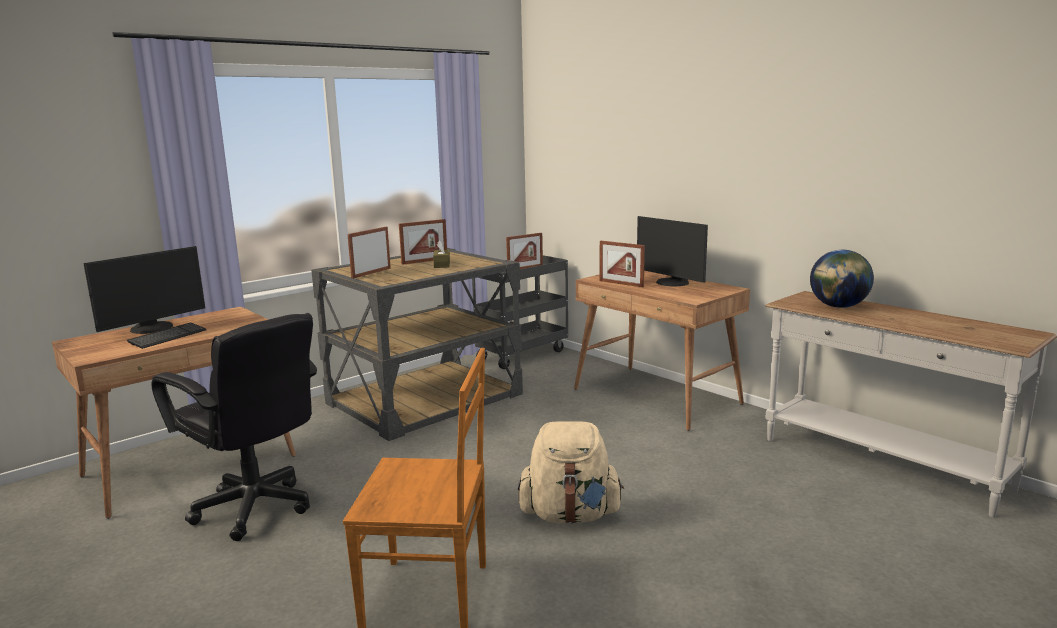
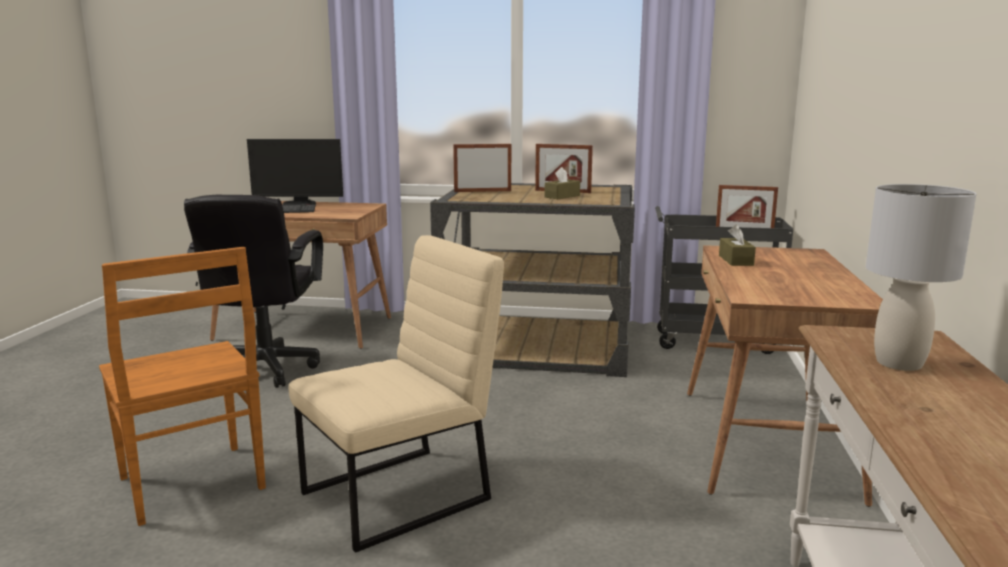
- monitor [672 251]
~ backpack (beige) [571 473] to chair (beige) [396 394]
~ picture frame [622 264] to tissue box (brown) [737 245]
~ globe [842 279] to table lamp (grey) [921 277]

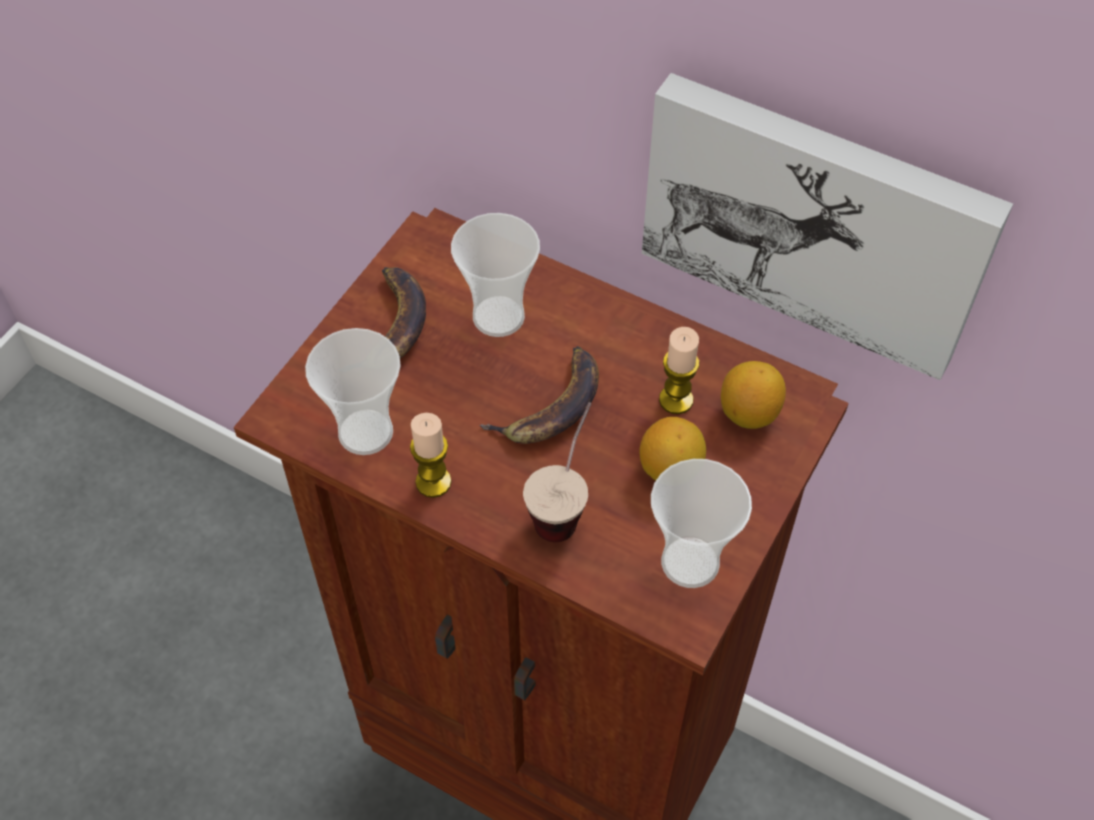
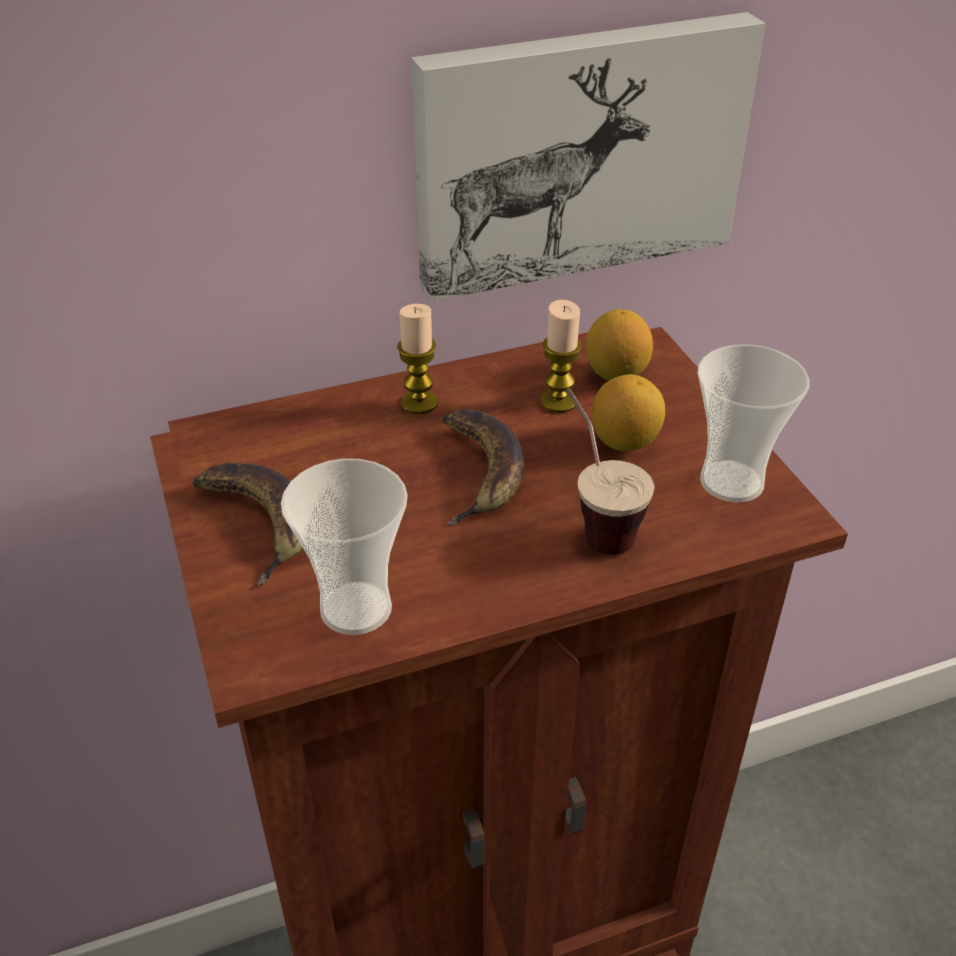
- cup [495 275]
~ candle [431 455] to [417 359]

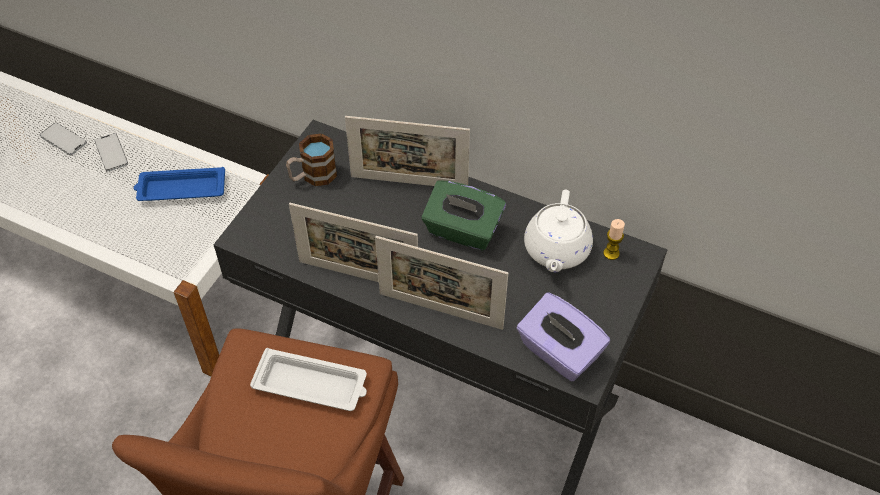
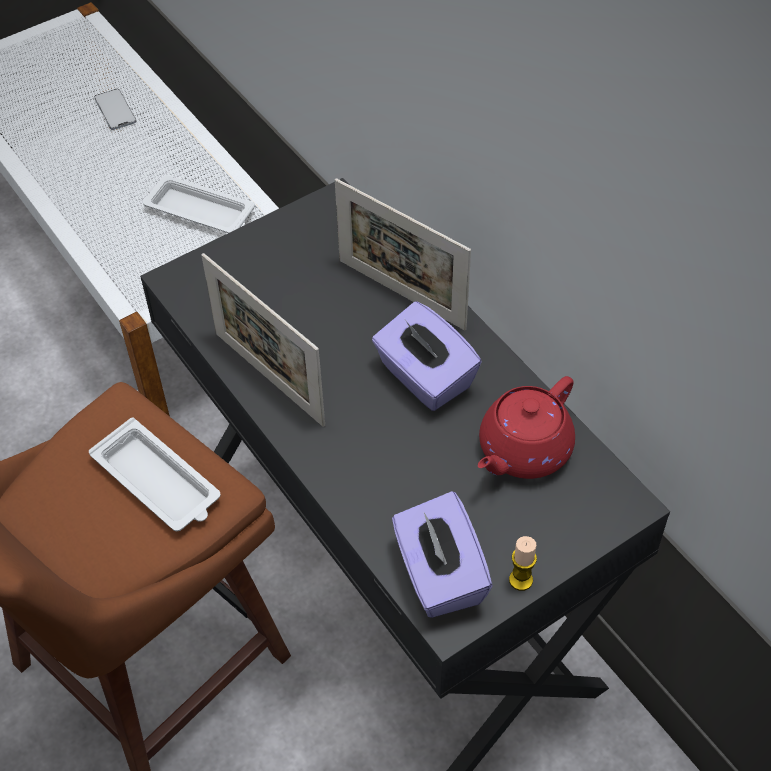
- phone [111 152]
- mug [311 160]
- picture frame [441 283]
~ candle [614 239] to [523 563]
~ tray (blue) [179 184] to tray (white) [199 204]
~ tissue box (green) [464 215] to tissue box (purple) [427 356]
~ teapot (white) [558 231] to teapot (red) [526 427]

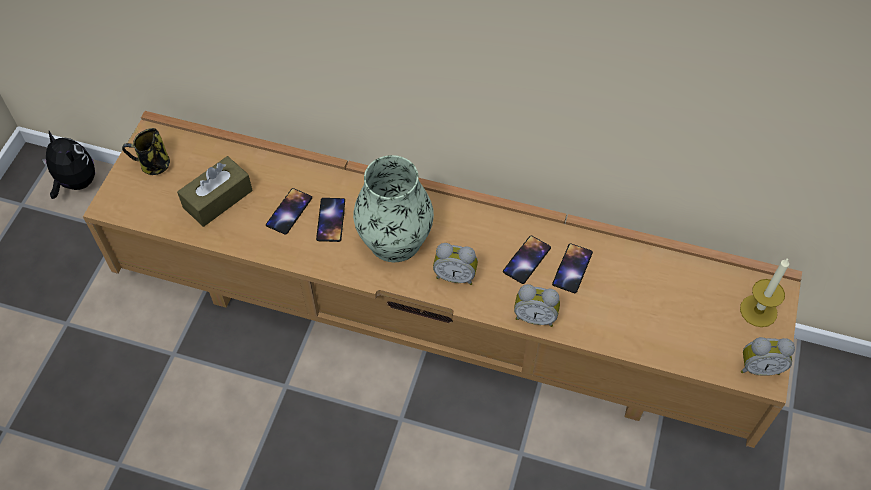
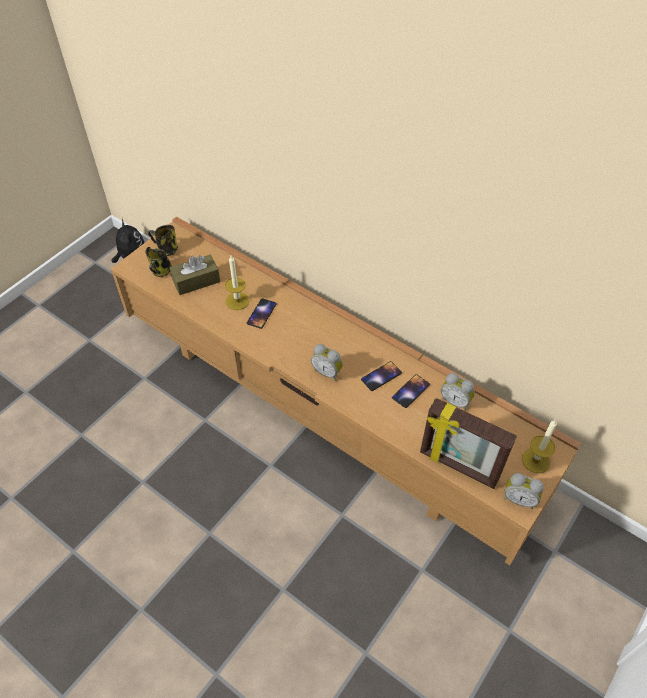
- vase [393 208]
+ mug [158 262]
+ picture frame [468 443]
~ alarm clock [537 305] to [458 392]
~ phone [289 211] to candle [237 283]

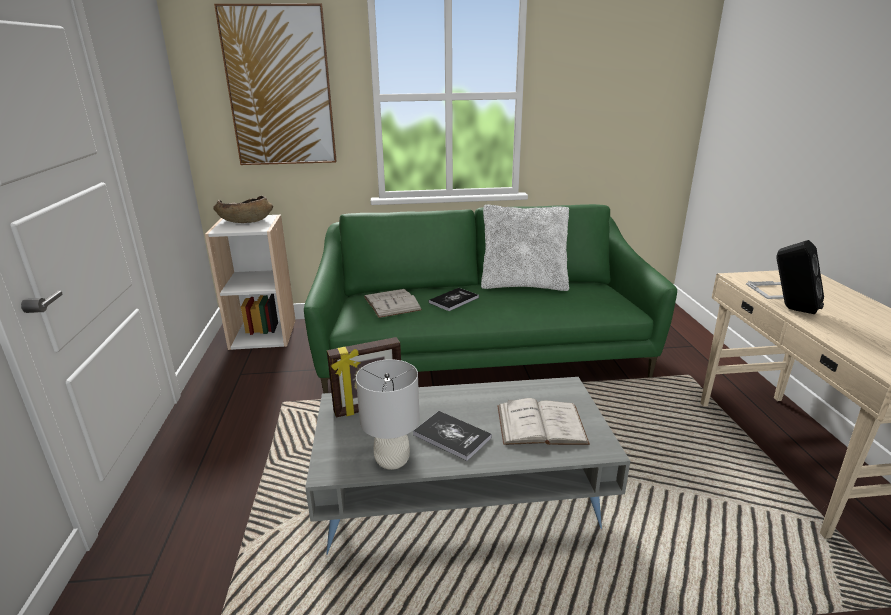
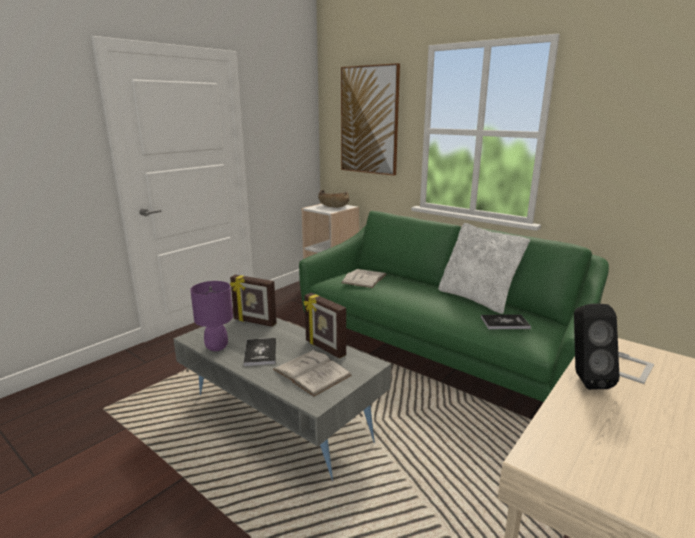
+ picture frame [324 325]
~ book [454 299] to [506 321]
~ table lamp (grey) [388 414] to table lamp (purple) [211 316]

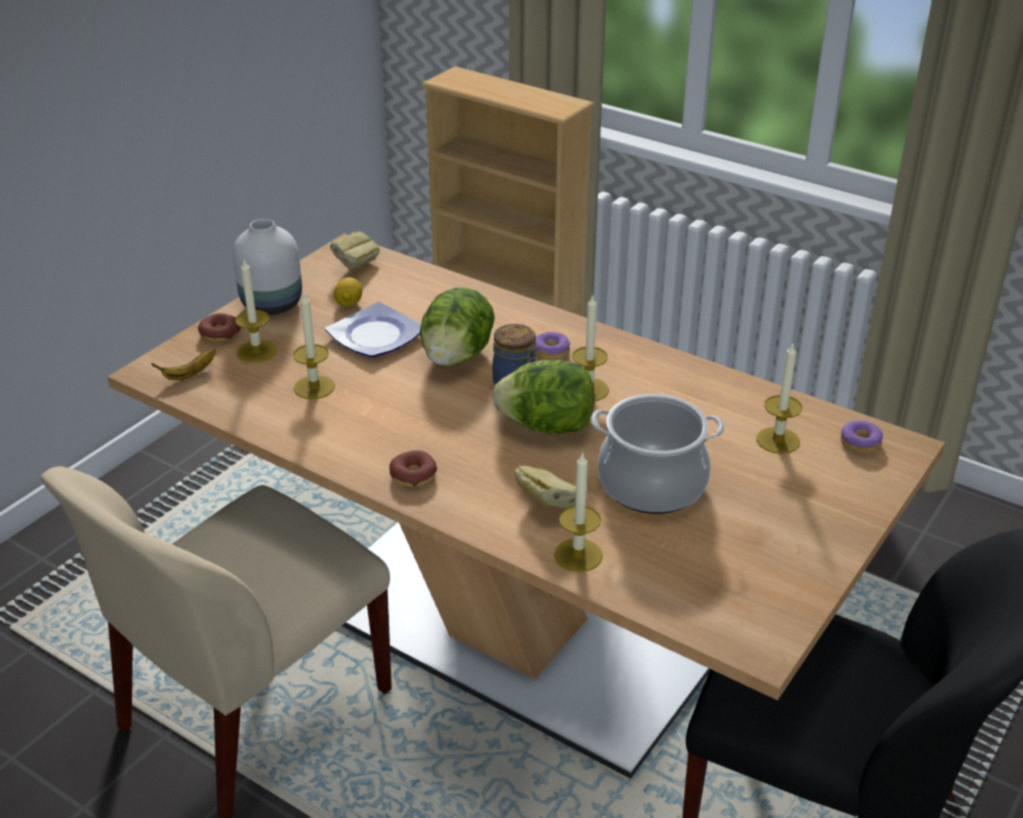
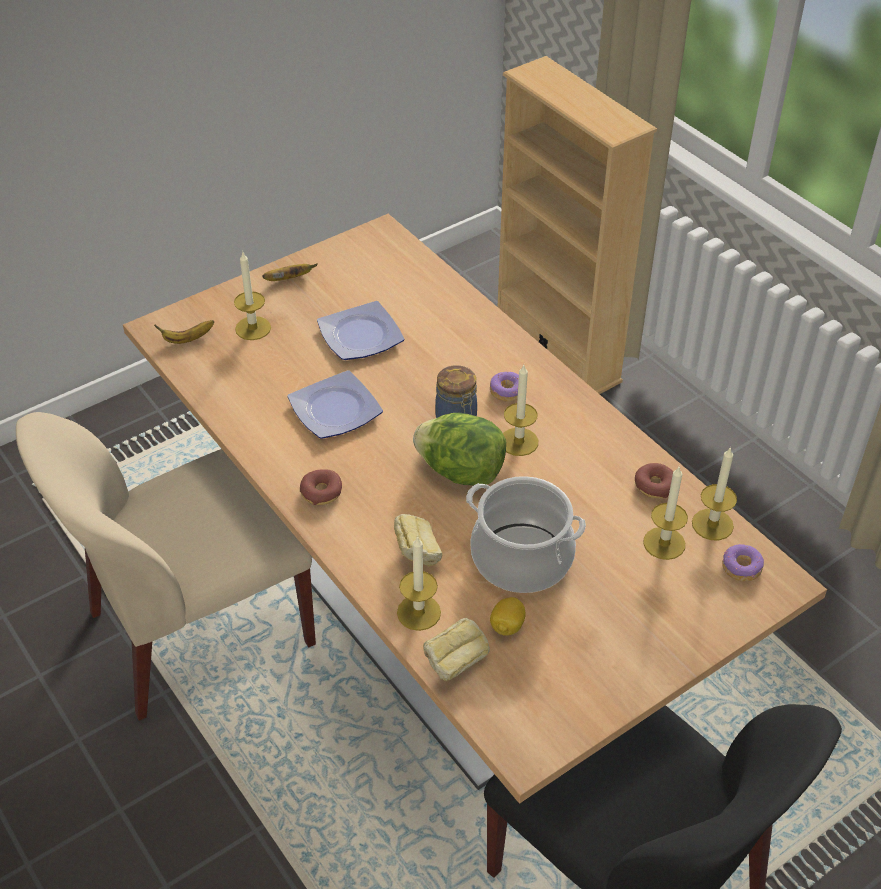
- lettuce [457 326]
+ plate [335 404]
~ donut [219 327] to [654 480]
~ candle [314 346] to [714 493]
~ bread [355 250] to [456 649]
~ lemon [348 292] to [508 616]
~ vase (white) [267 267] to banana [290 272]

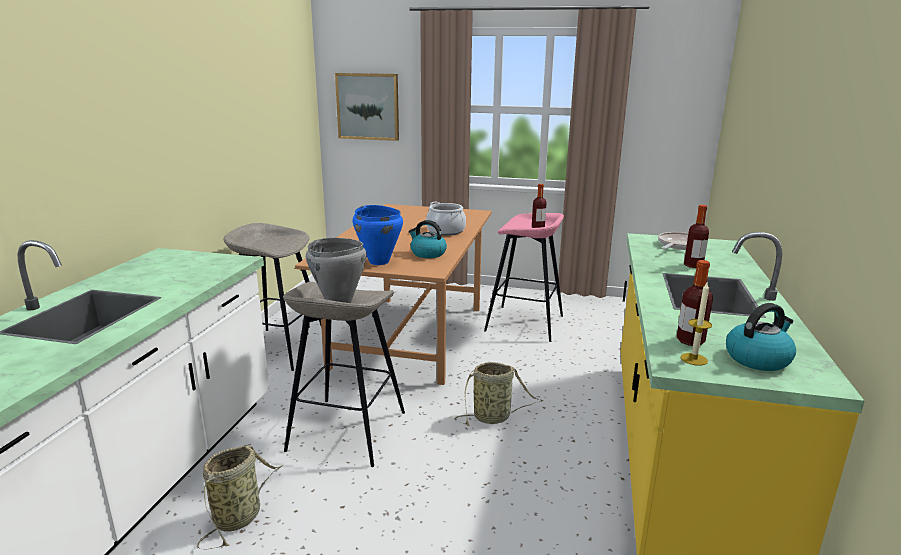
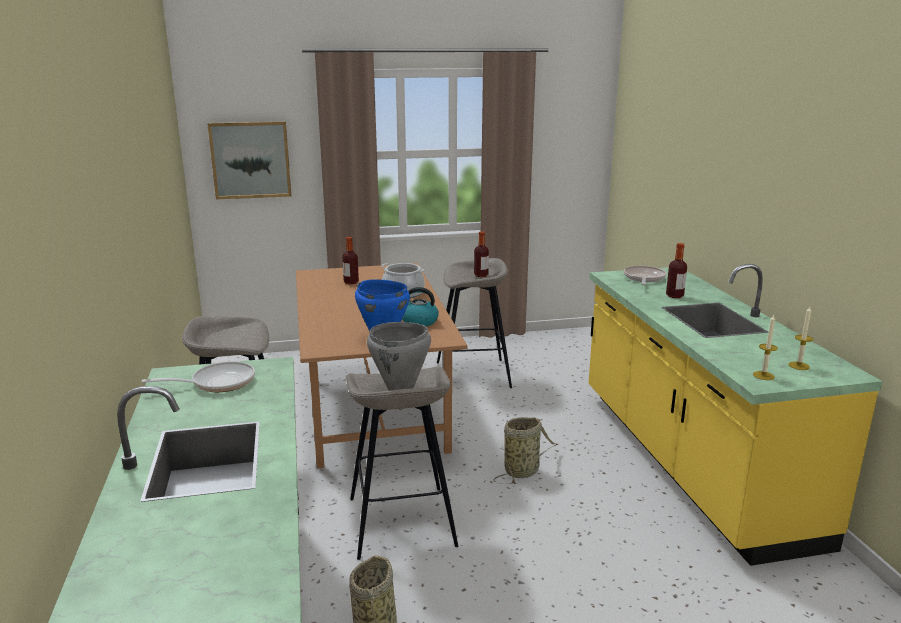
+ frying pan [198 376]
~ bottle [695 303] to [350 260]
~ kettle [761 337] to candle [800 338]
~ stool (pink) [524 277] to stool (grey) [474 323]

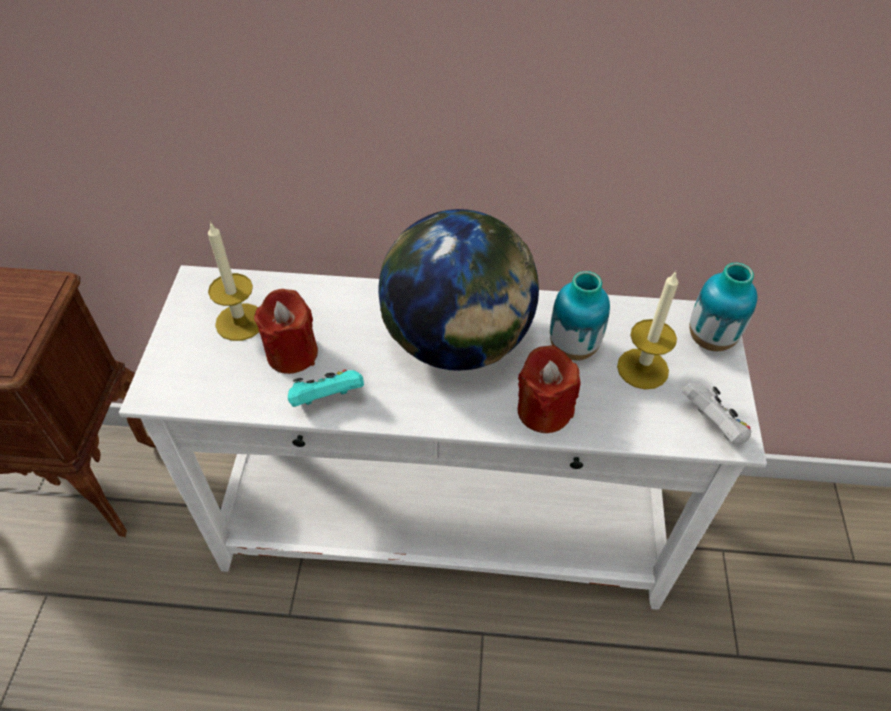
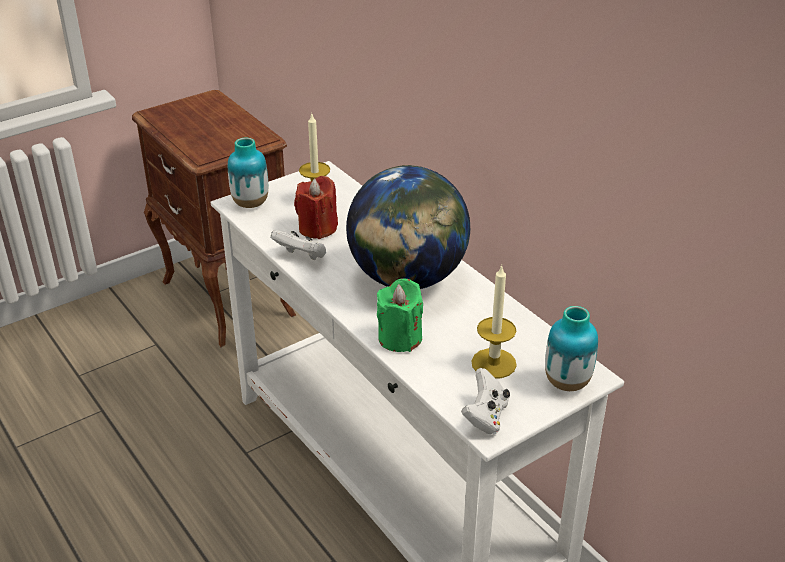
~ vase [580 315] to [248 173]
~ game controller (turquoise) [326 388] to game controller (white) [298 245]
~ candle (red) [549 389] to candle (green) [400 315]

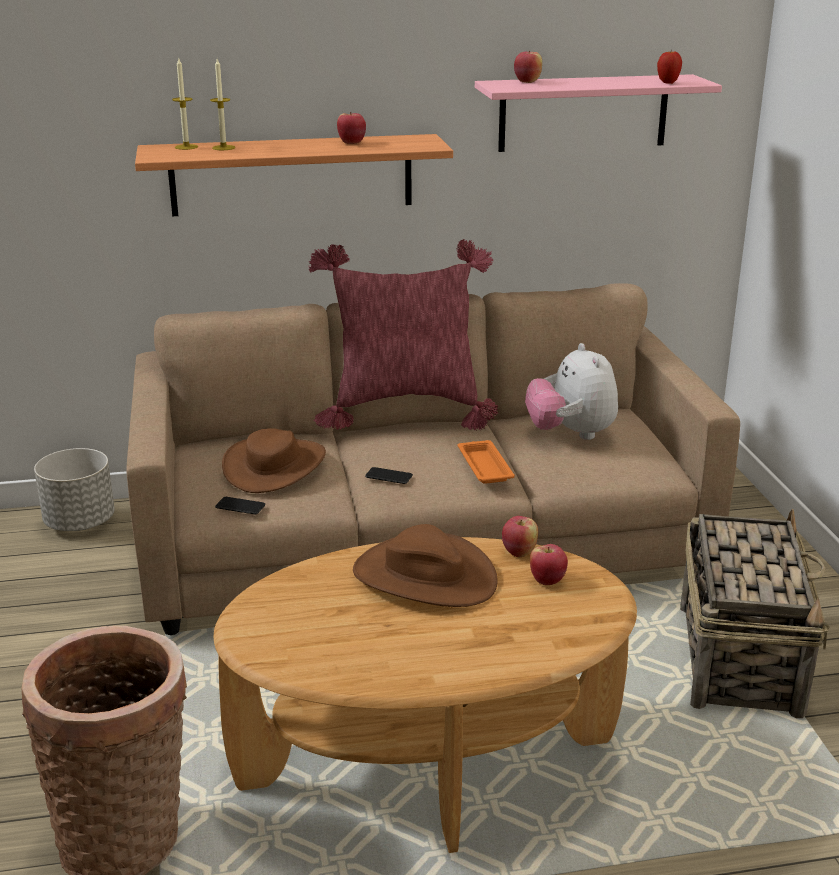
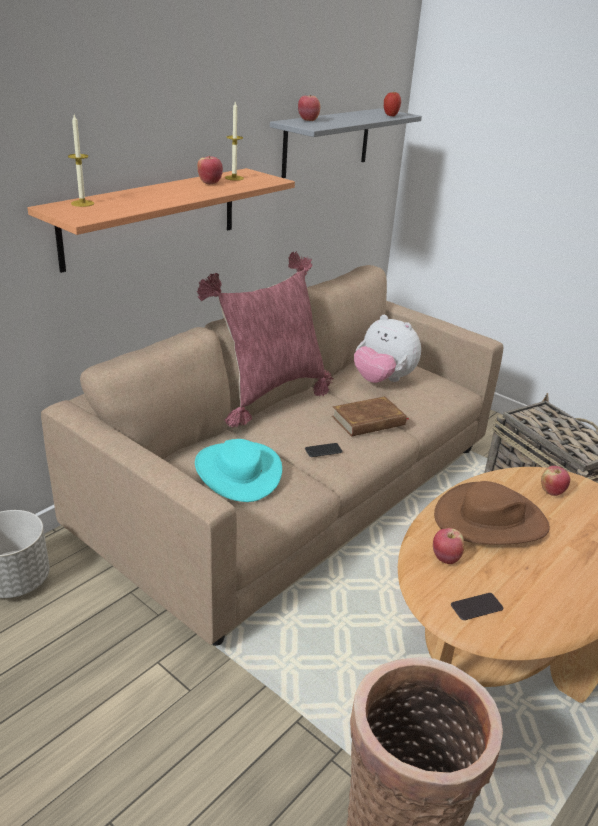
~ candle [222 104] to [234 141]
~ phone [240 505] to [477 606]
~ apple [520 536] to [448 546]
~ tray (orange) [486 462] to book (brown) [370 416]
~ hat (brown) [274 460] to hat (turquoise) [238 470]
~ shelf (pink) [598 113] to shelf (grey) [346 143]

